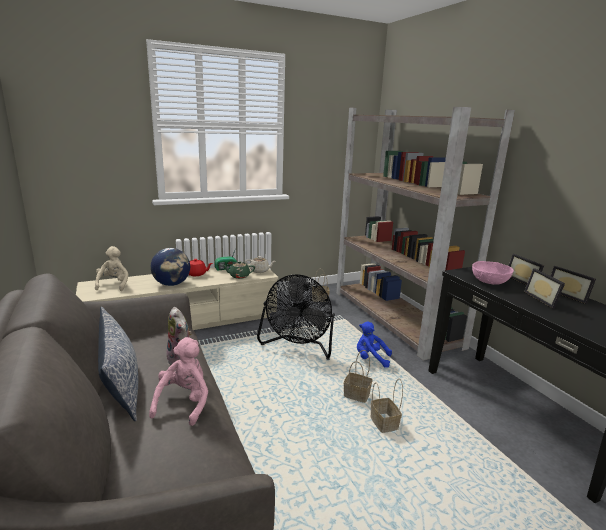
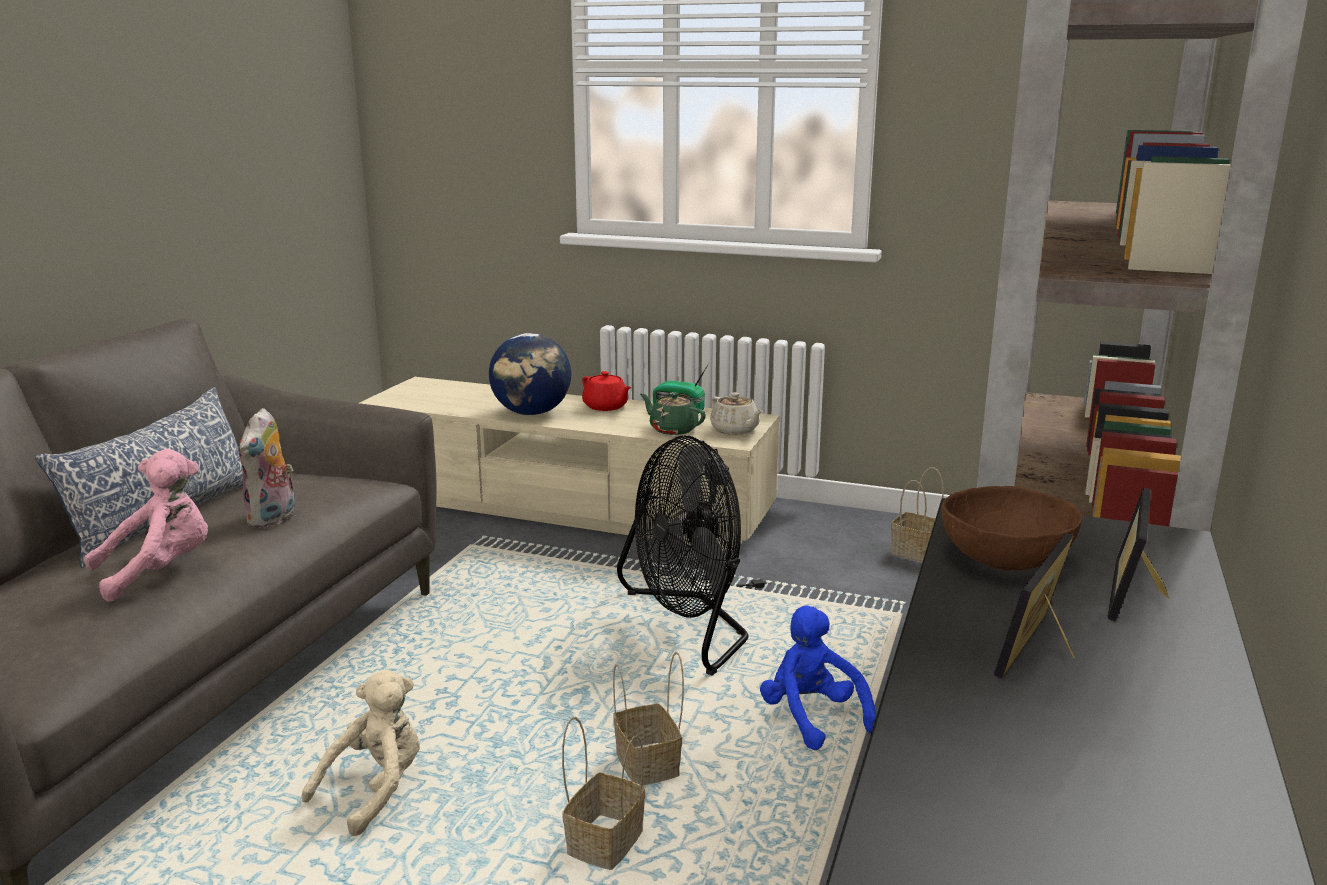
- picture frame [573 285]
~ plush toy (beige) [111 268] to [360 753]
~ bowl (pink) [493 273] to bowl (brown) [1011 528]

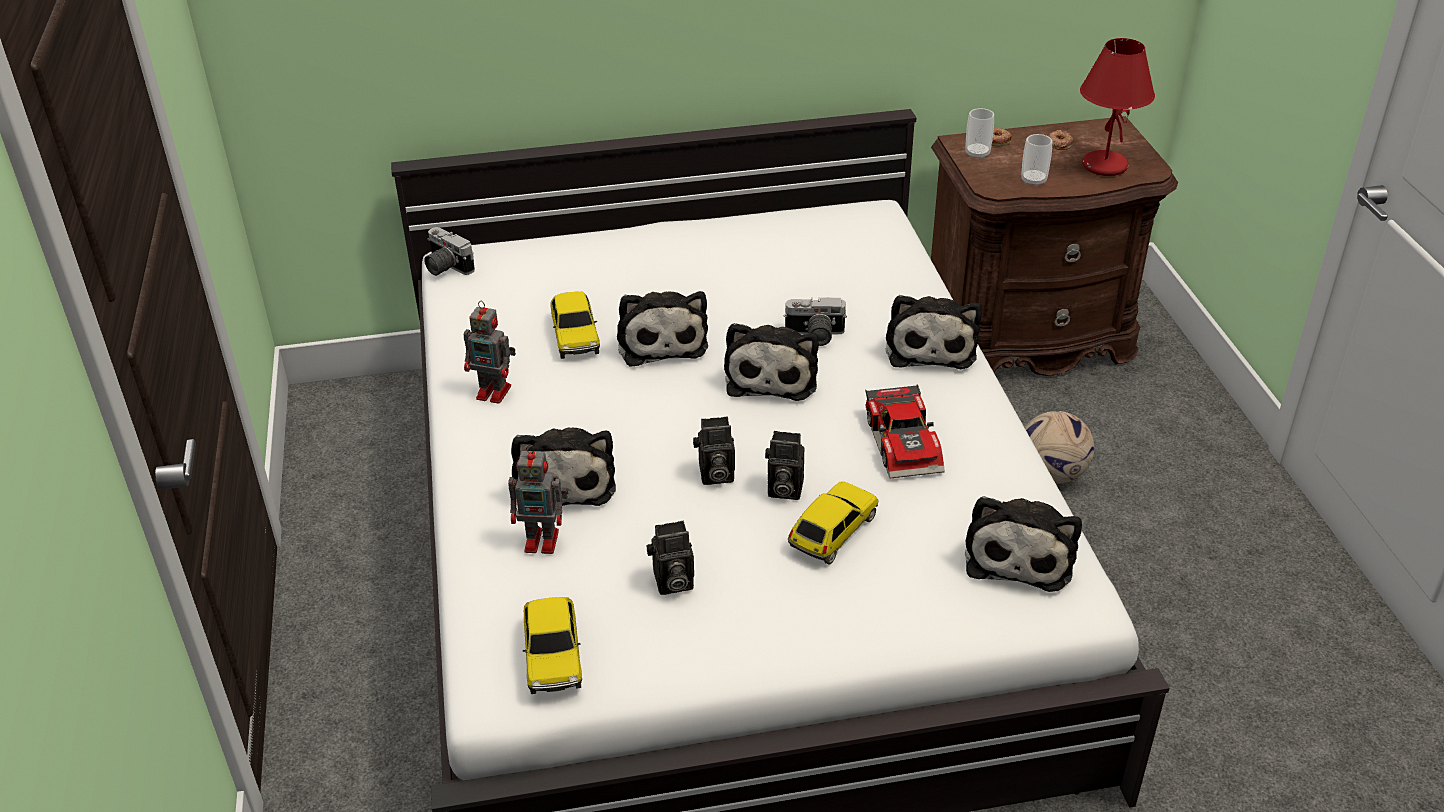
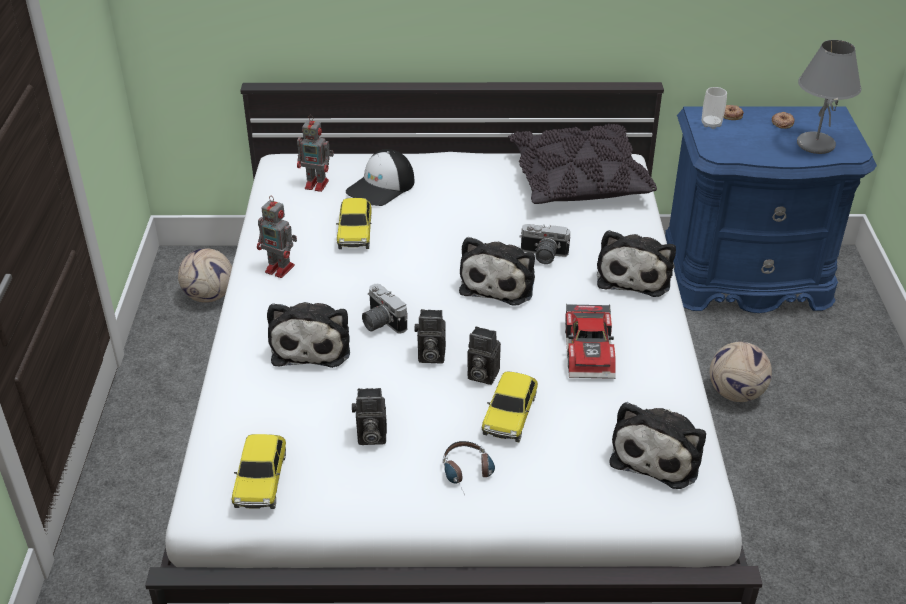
- plush toy [662 329]
- cup [1036 160]
+ football [205 275]
+ cap [380 177]
+ headphones [469 468]
+ pillow (black) [582 163]
~ photo camera [449 251] to [385 309]
~ toy robot [538 499] to [315 153]
~ nightstand (brown) [1054 246] to nightstand (blue) [771 209]
~ table lamp (red) [1117 107] to table lamp (grey) [829 97]
~ toy car [833 523] = [510 406] 150 degrees clockwise

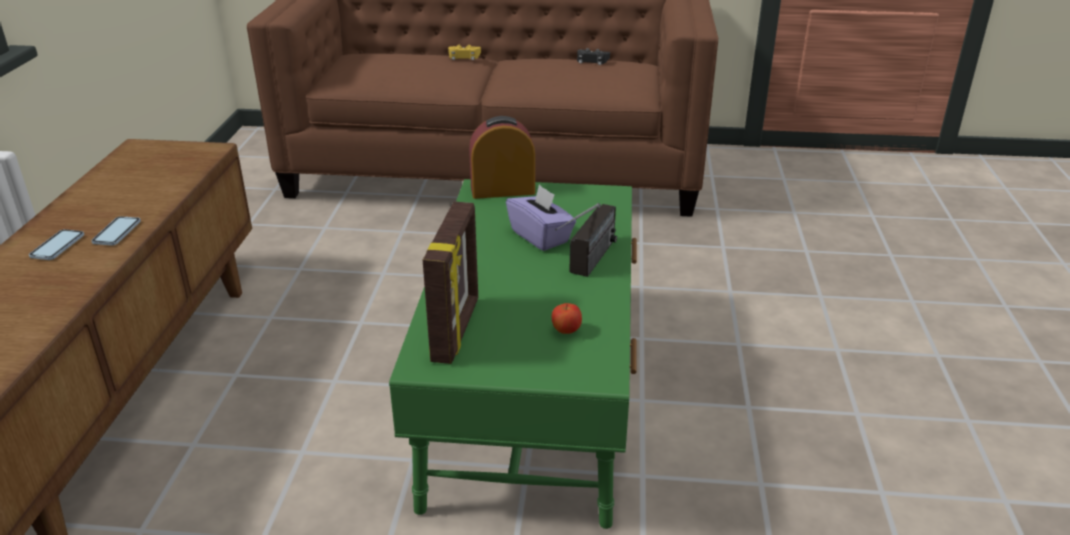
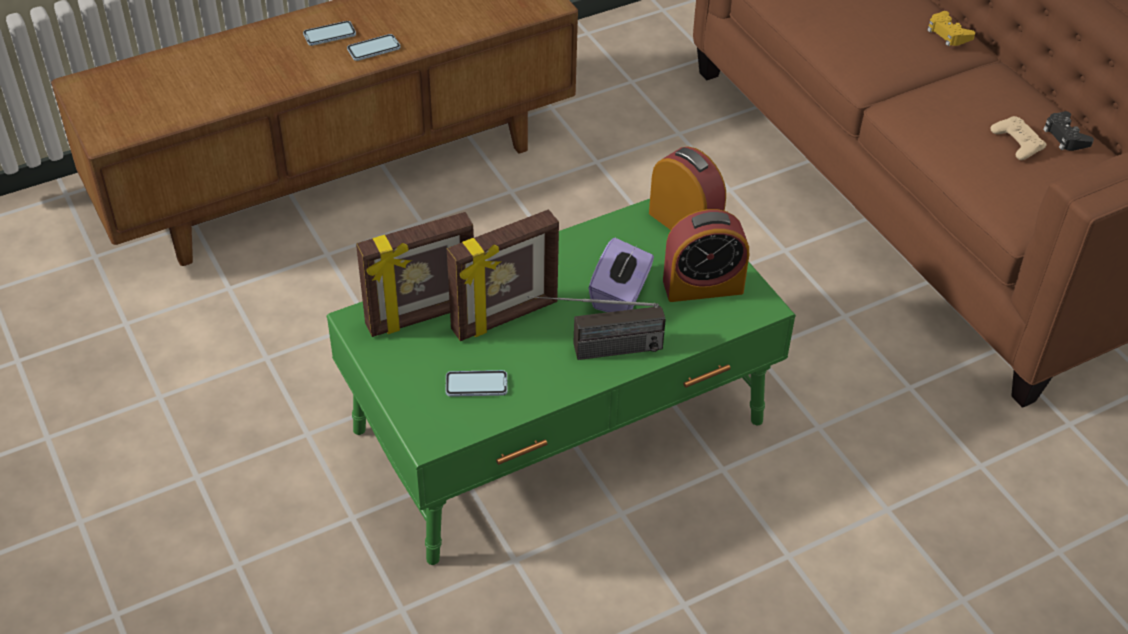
+ picture frame [503 275]
+ alarm clock [706 255]
+ game controller (beige) [1019 138]
~ apple [567 318] to phone [477 383]

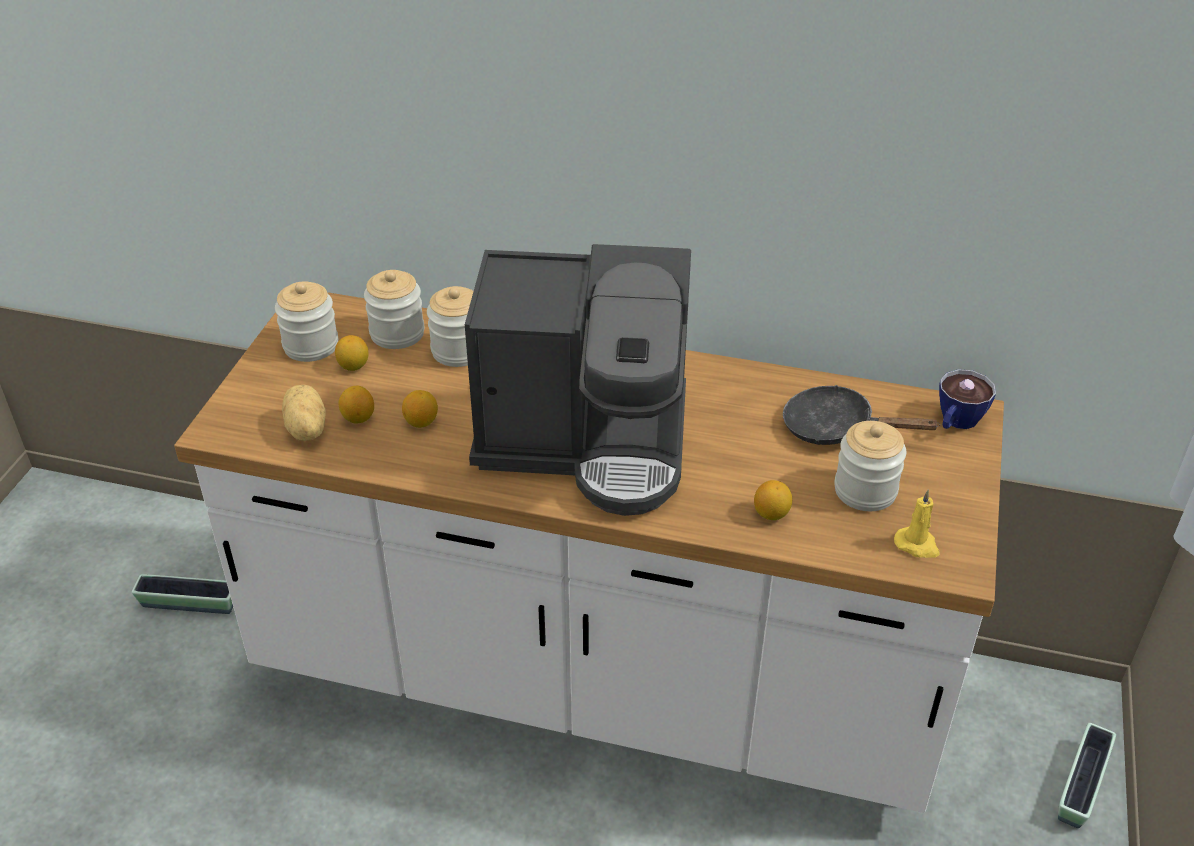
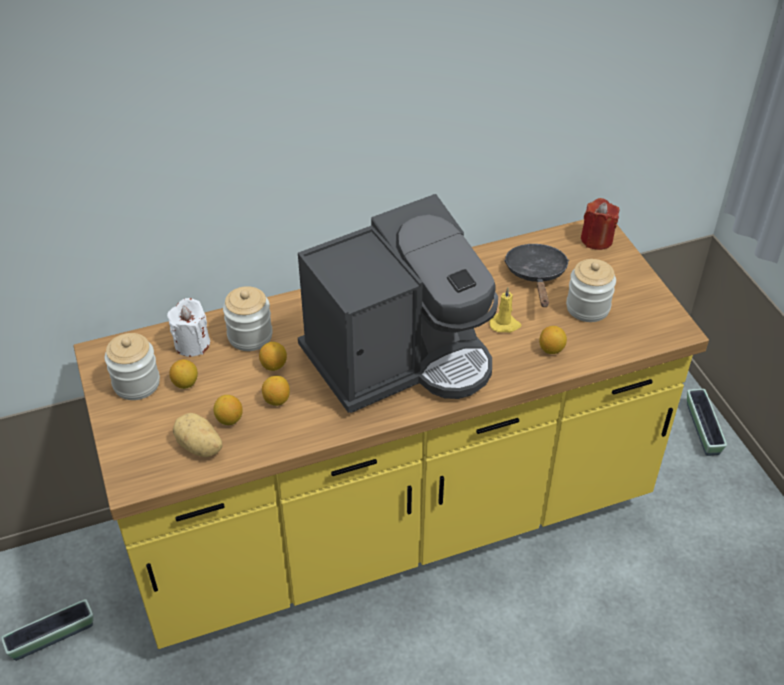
+ lemon [273 356]
~ candle (yellow) [917 523] to [505 310]
~ jar [394 309] to candle (white) [188 327]
~ cup [967 399] to candle (red) [600 224]
~ counter (white) [589 552] to counter (yellow) [391 434]
~ frying pan (black) [861 415] = [536 275] 105 degrees clockwise

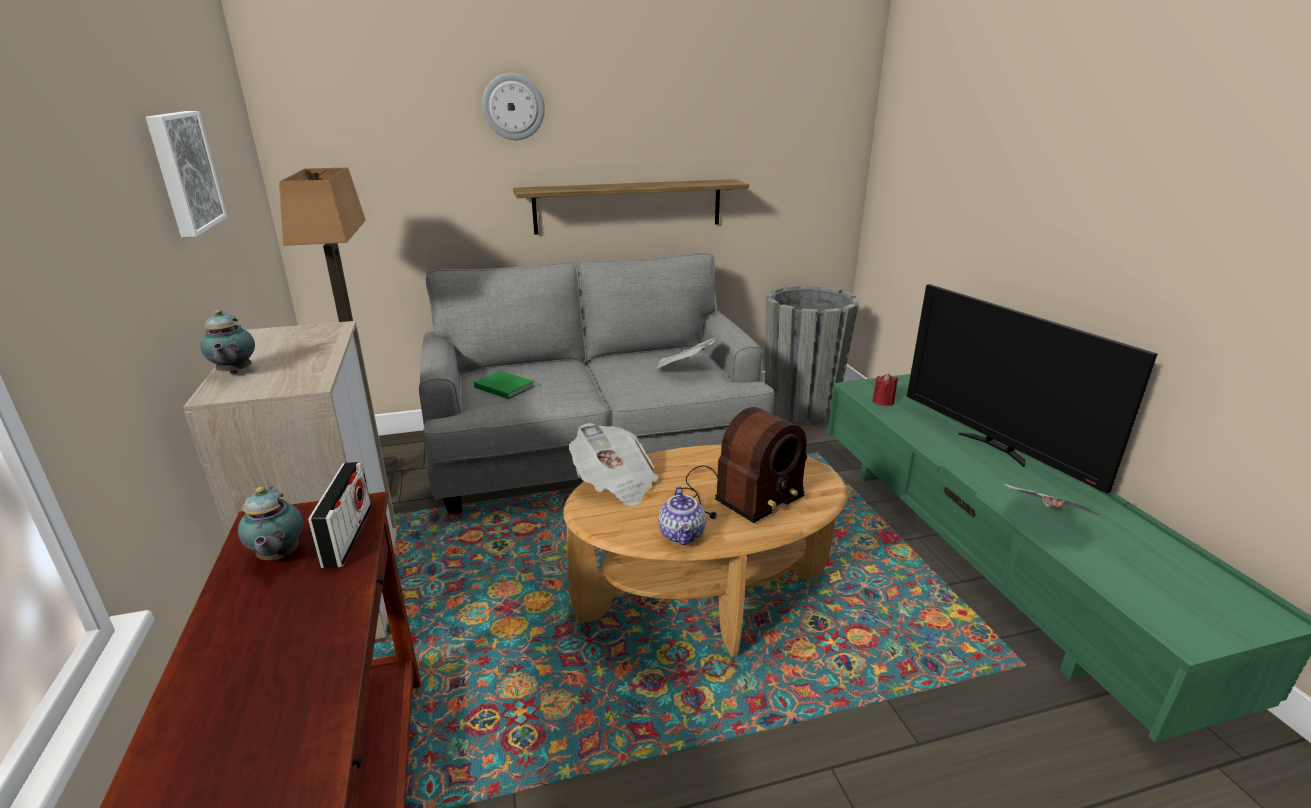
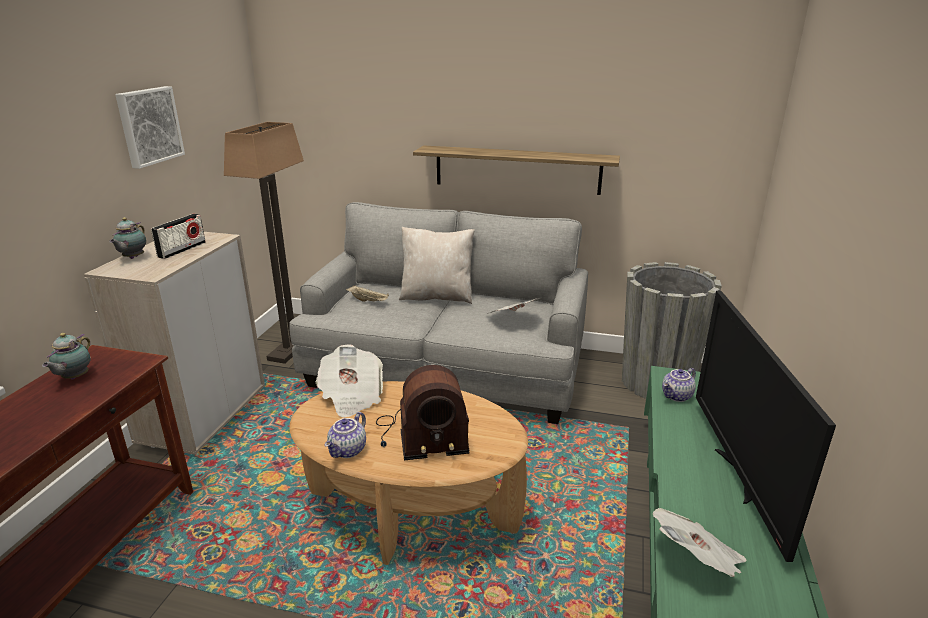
- wall clock [513 106]
+ pillow (beige) [437 265]
~ radio [340 515] to [178 236]
~ book (green) [504 385] to tray (beige) [367 294]
~ candle (red) [885 389] to teapot [679 385]

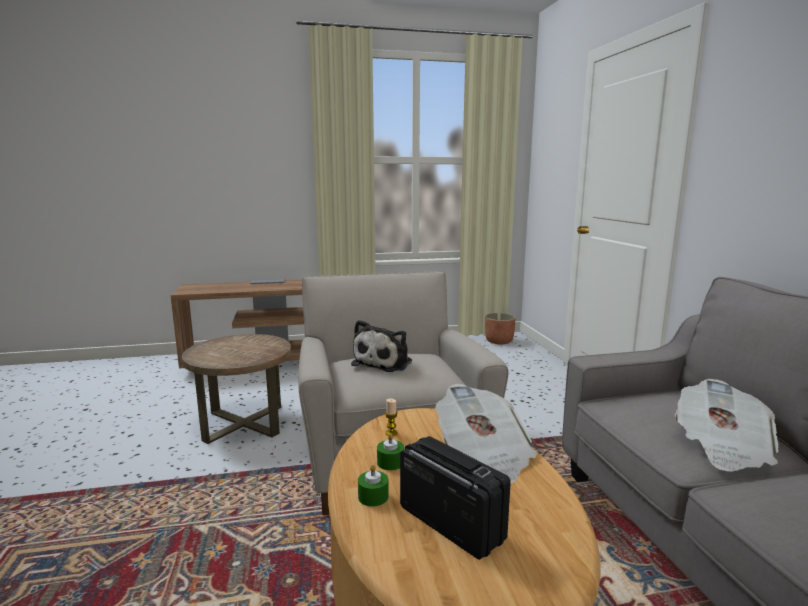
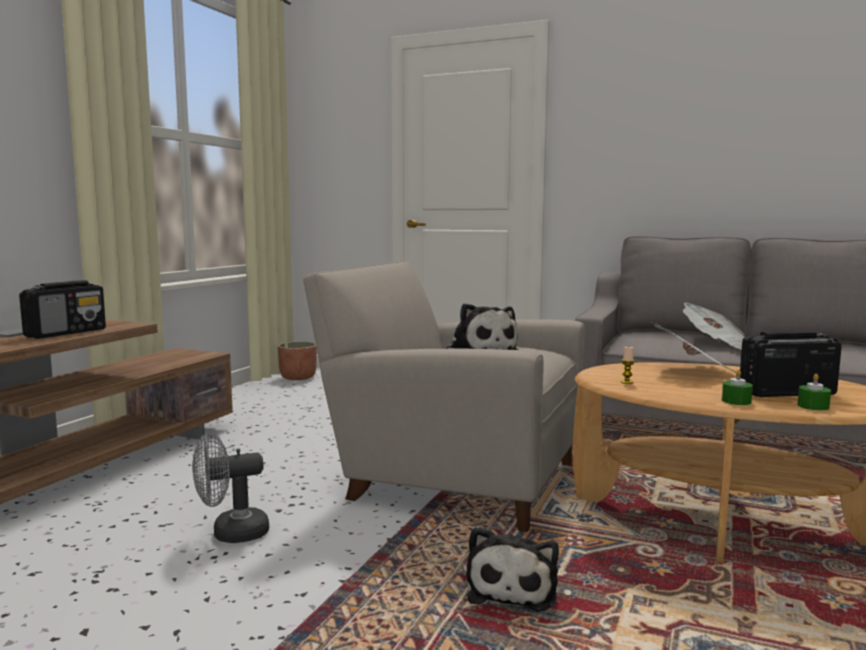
+ radio [62 309]
+ plush toy [512 569]
~ candle (green) [390 451] to [814 392]
~ side table (brown) [236 389] to fan (grey) [230 488]

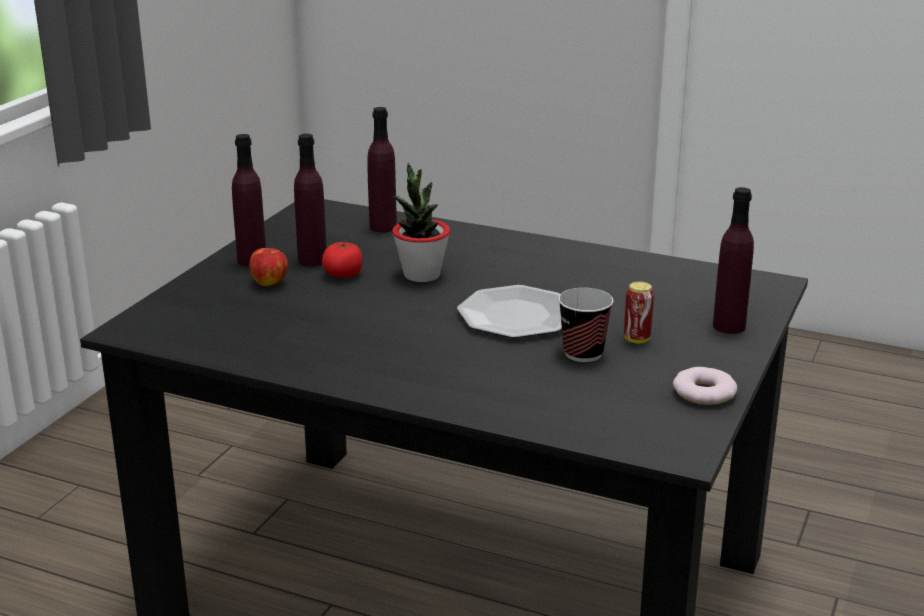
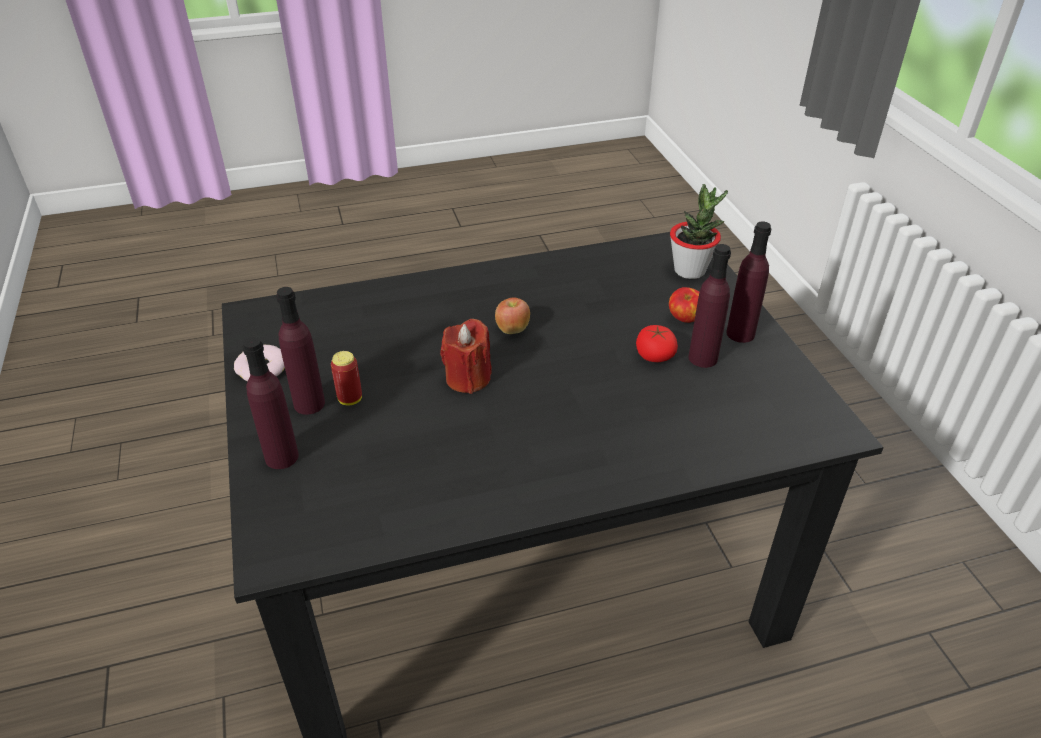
- cup [585 325]
+ apple [512 315]
~ bottle (purple) [382 170] to [300 351]
~ potted plant [421 222] to [699 231]
~ plate [509 311] to candle (red) [466 356]

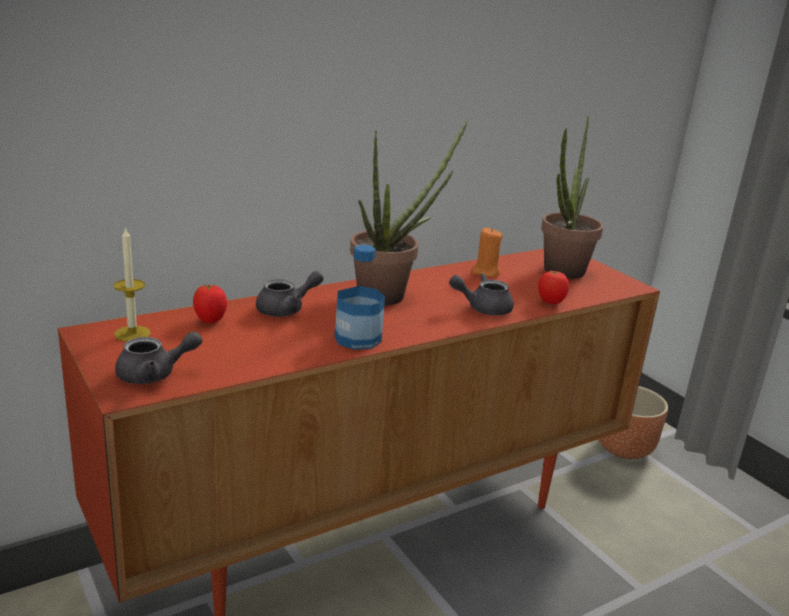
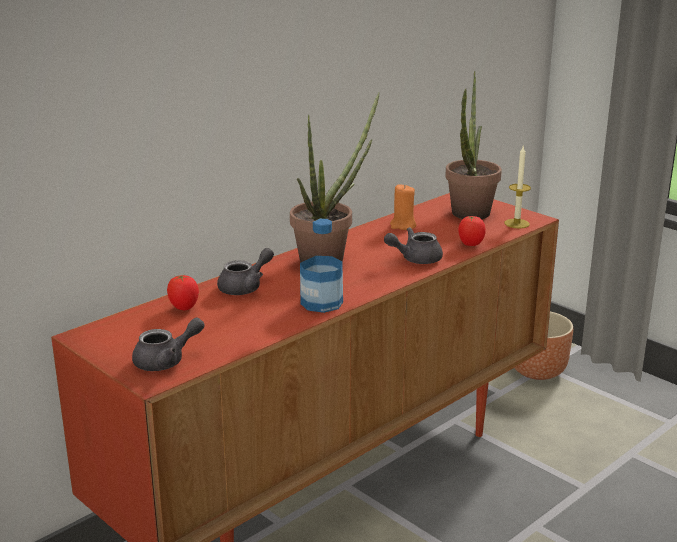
~ candle [132 284] to [518 187]

